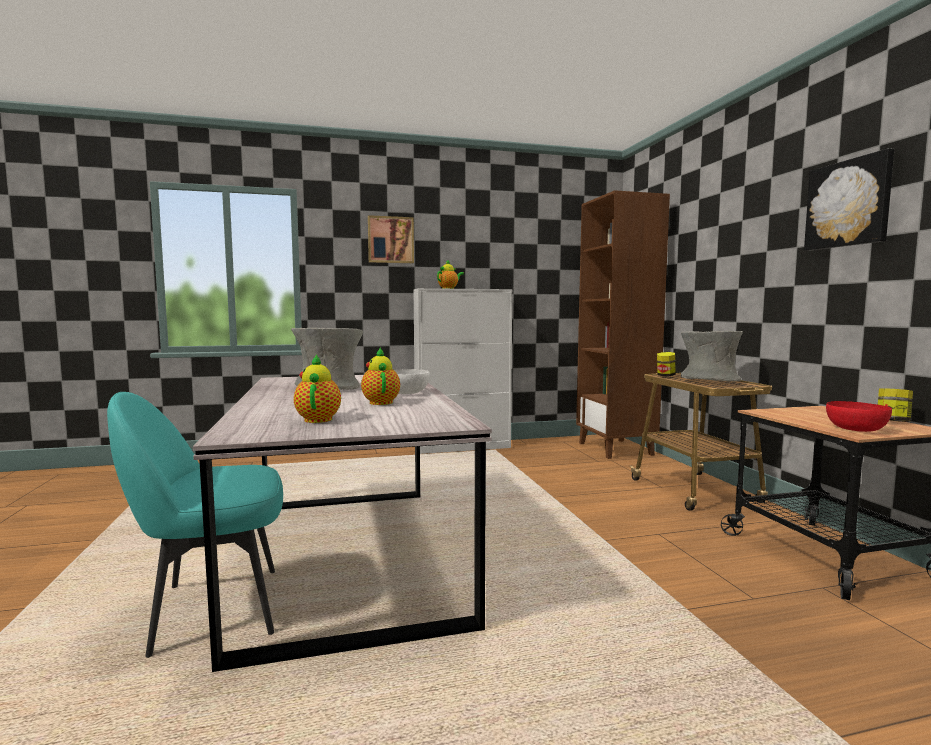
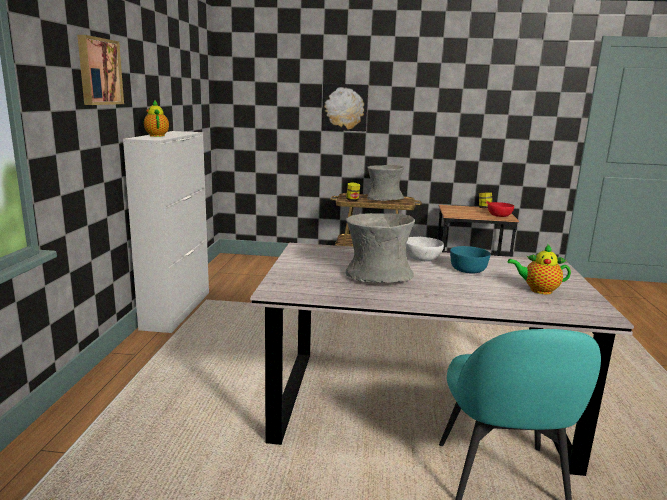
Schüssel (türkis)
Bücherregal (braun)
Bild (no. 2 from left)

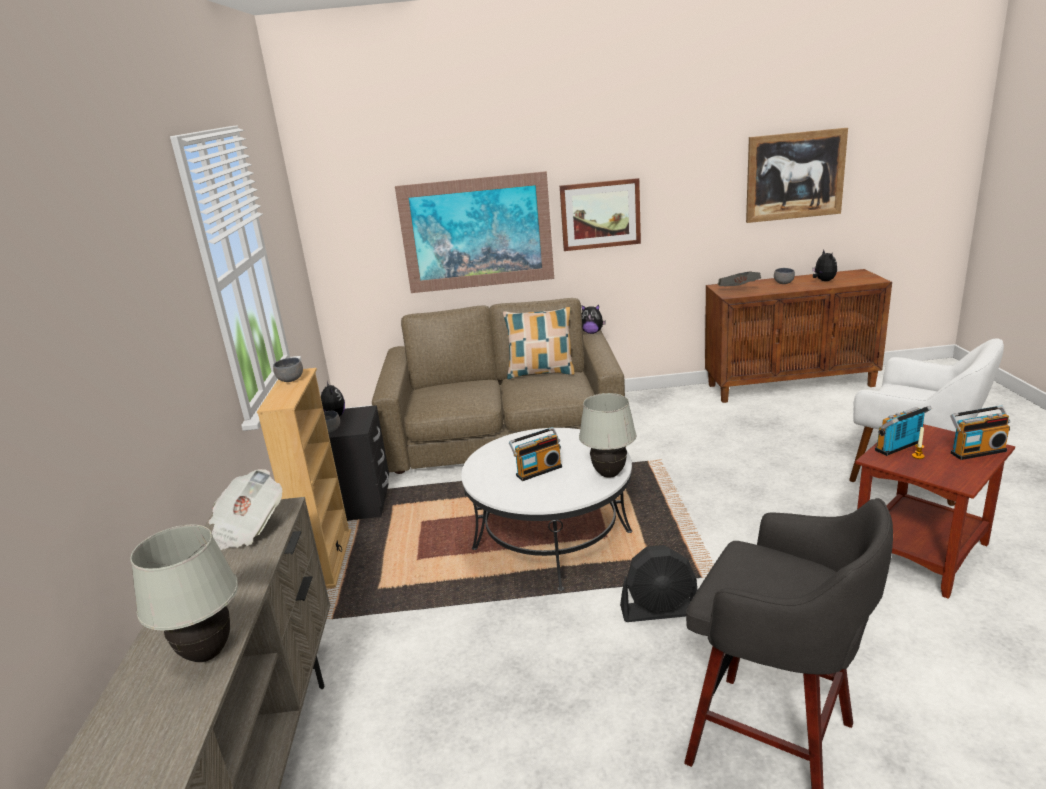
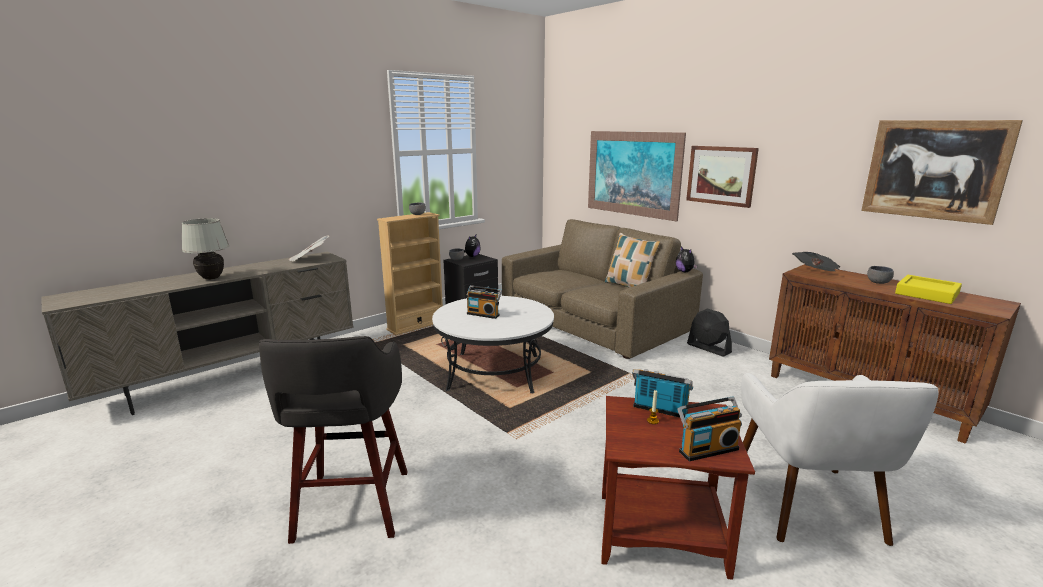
Tischlampe (weiß) (no. 2 from left in the first image)
Ventilator (schwarz)
Tablett (gelb)
Radio (no. 3 from left)

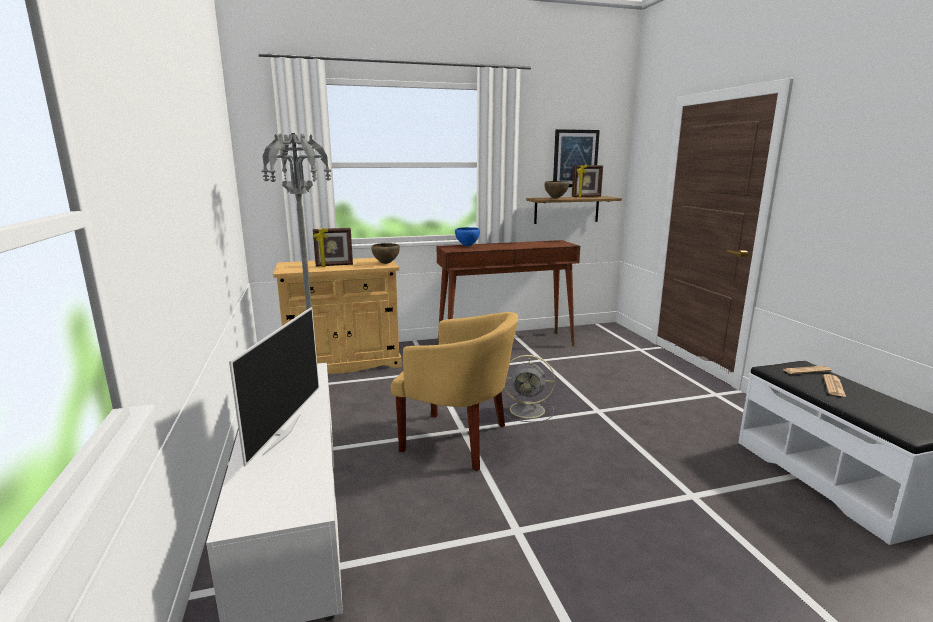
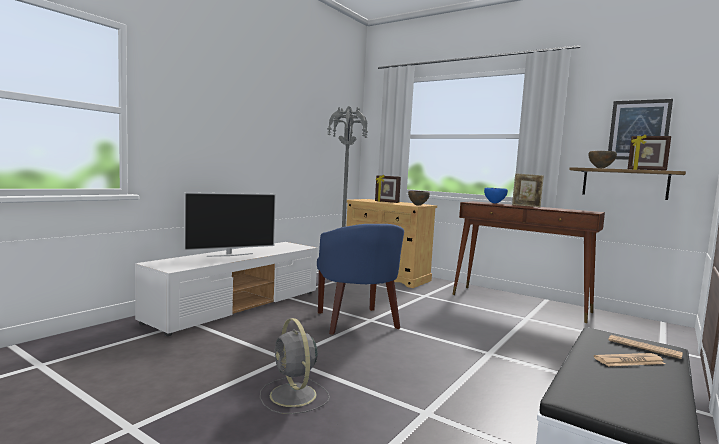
Sessel (blau)
Ventilator (grau)
Bilderrahmen (no. 2 from left)

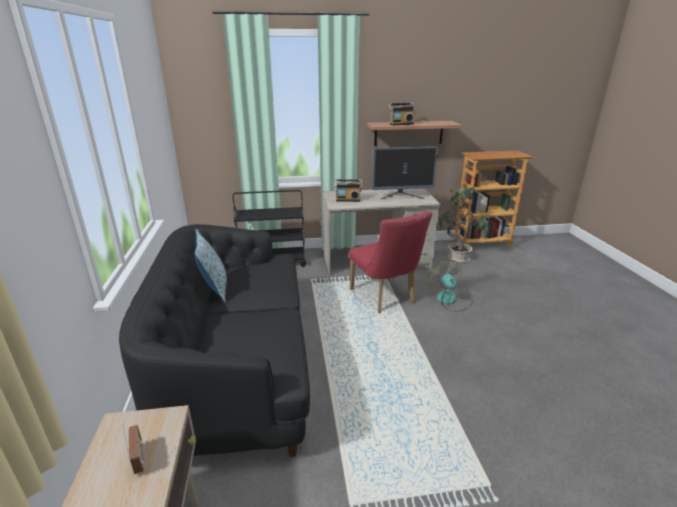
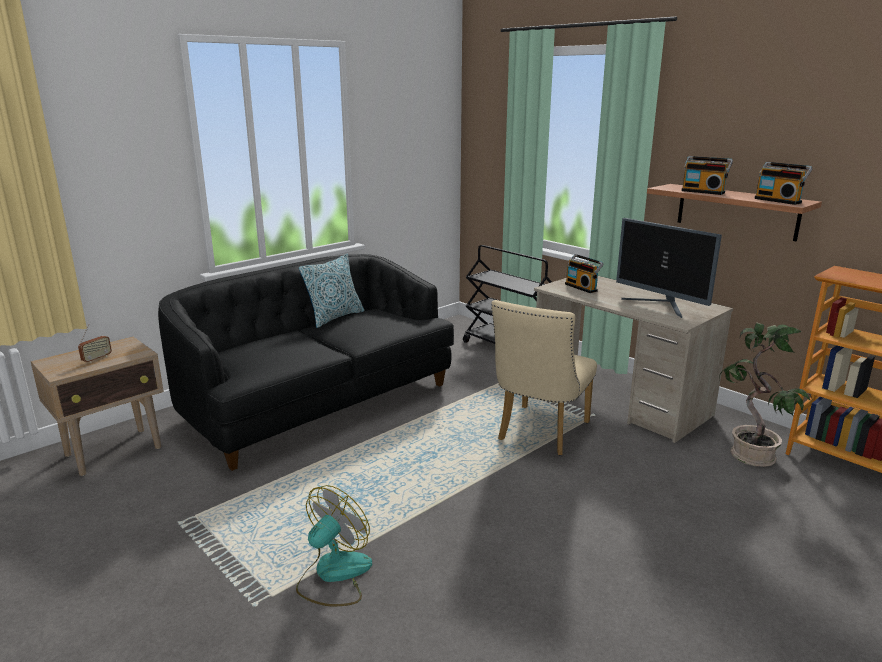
Stuhl (beige)
Ventilator
Radio (no. 4 from left)

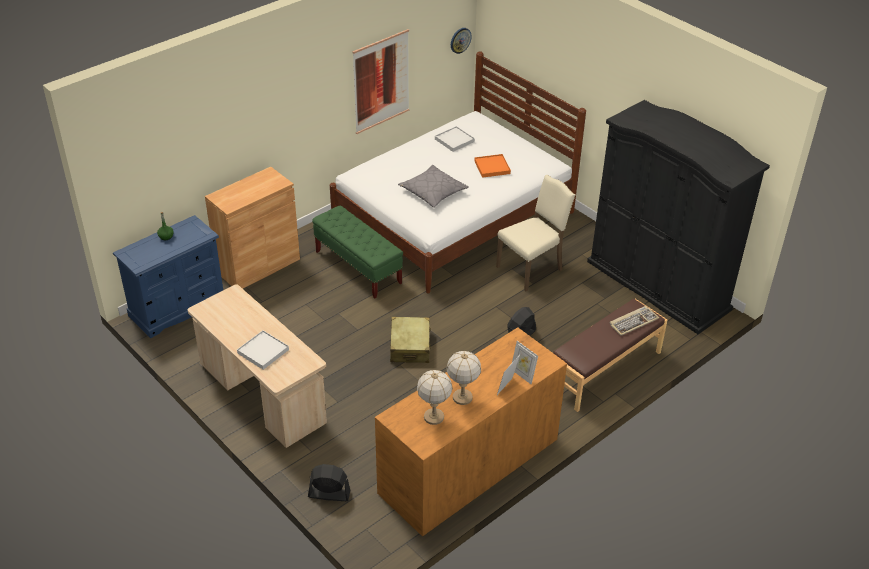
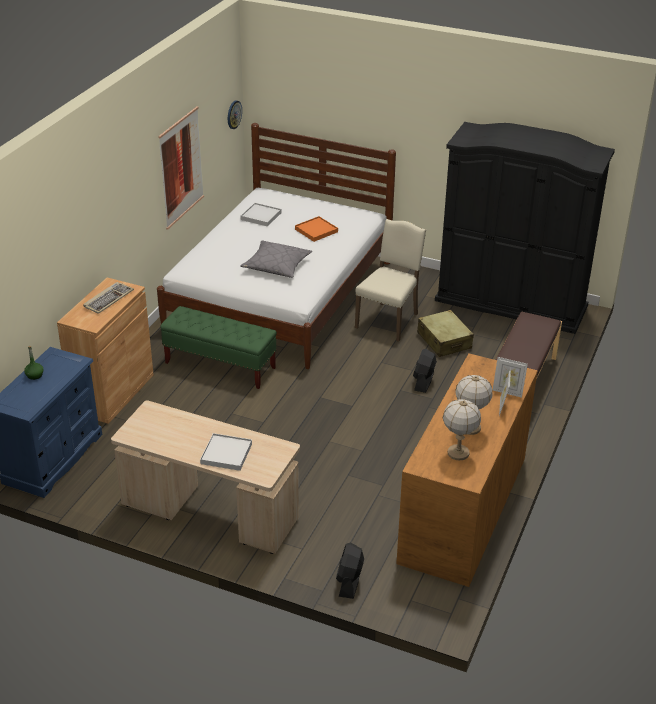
Ventilator (schwarz) (no. 1 from left)
Koffer (beige)
Tastatur

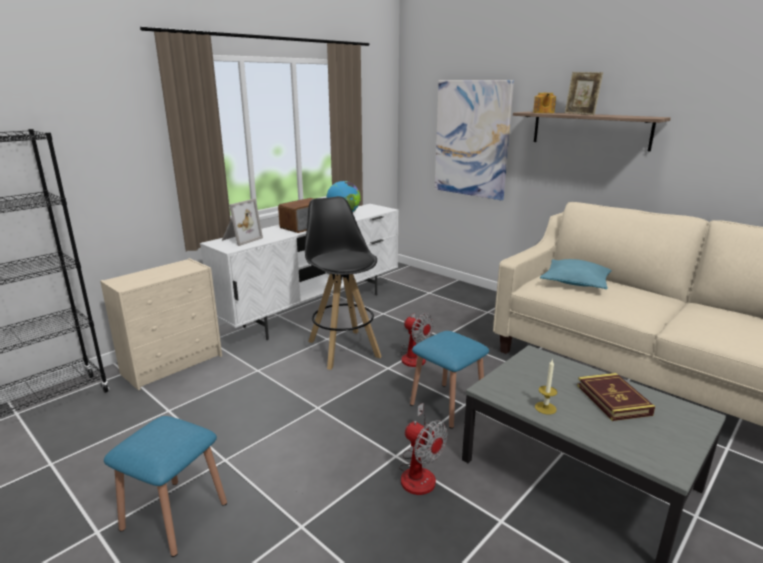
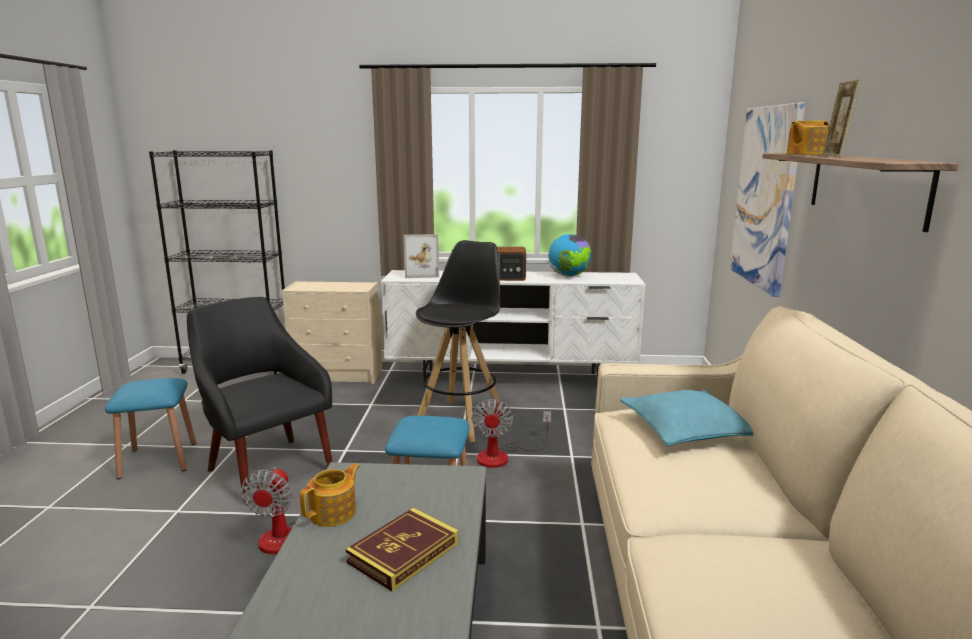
Teekanne (no. 1 from left)
Sessel (schwarz)

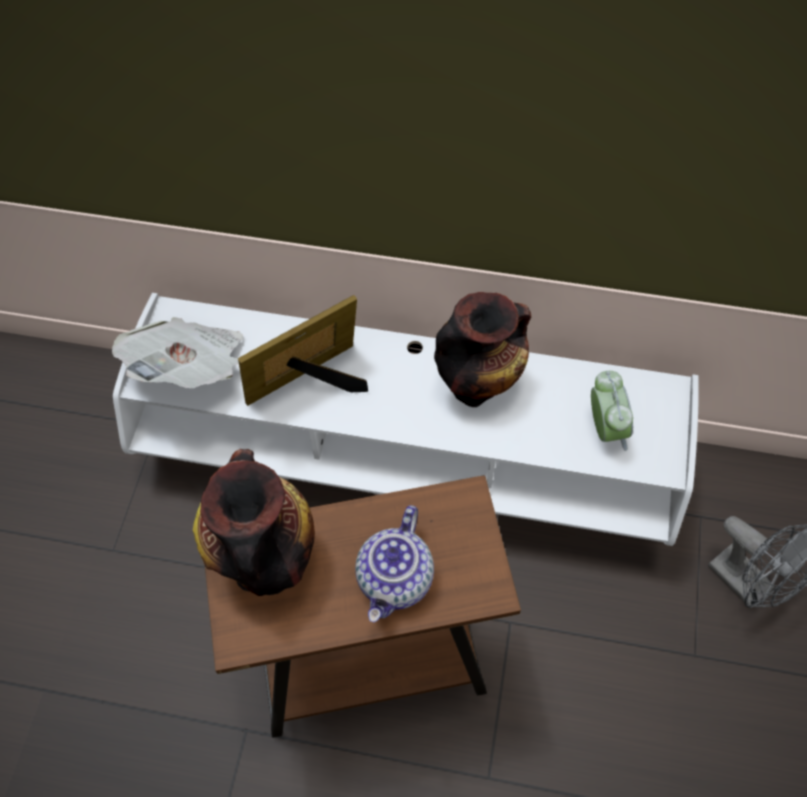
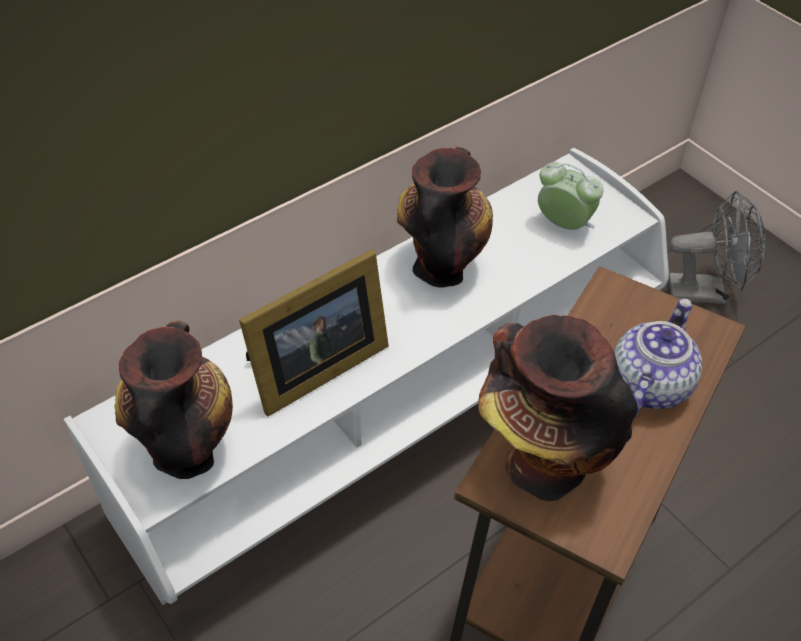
Vase (no. 1 from left)
Bilderrahmen
Teekanne

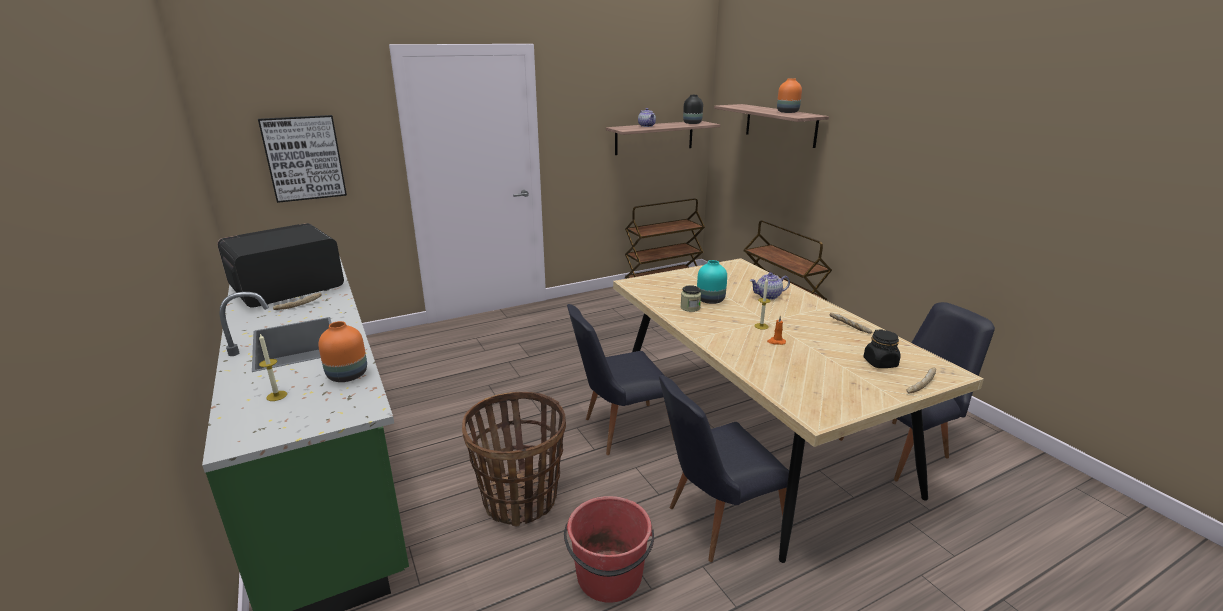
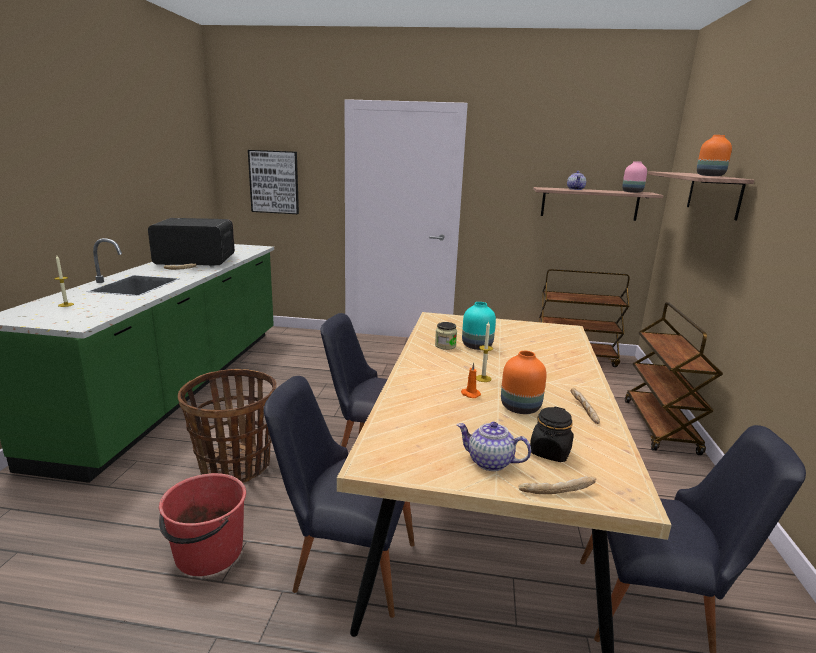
Vase (orange) (no. 1 from left)
Vase (rosa)
Teekanne (no. 1 from left)

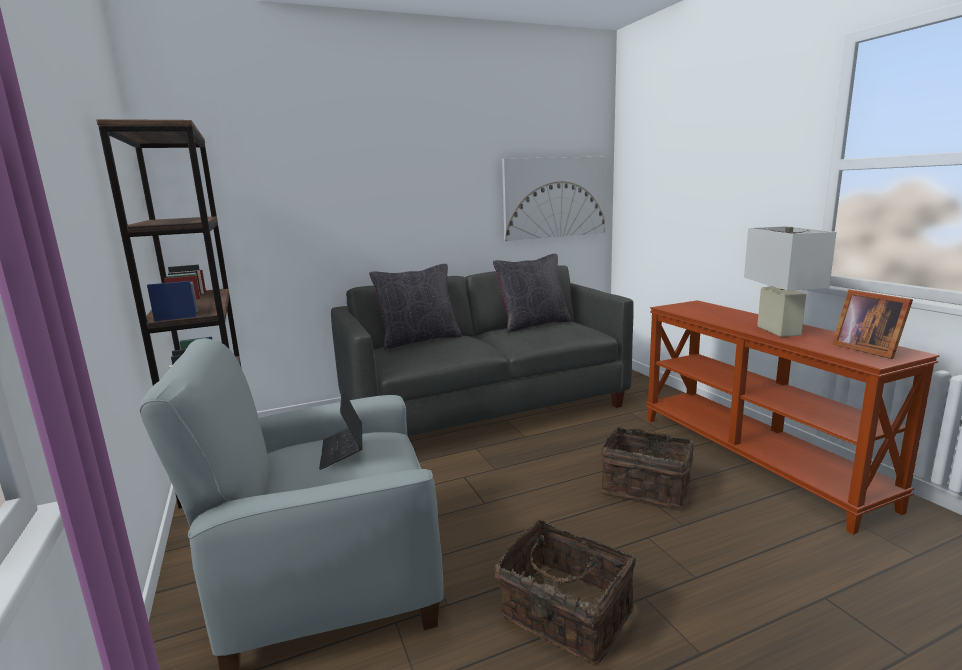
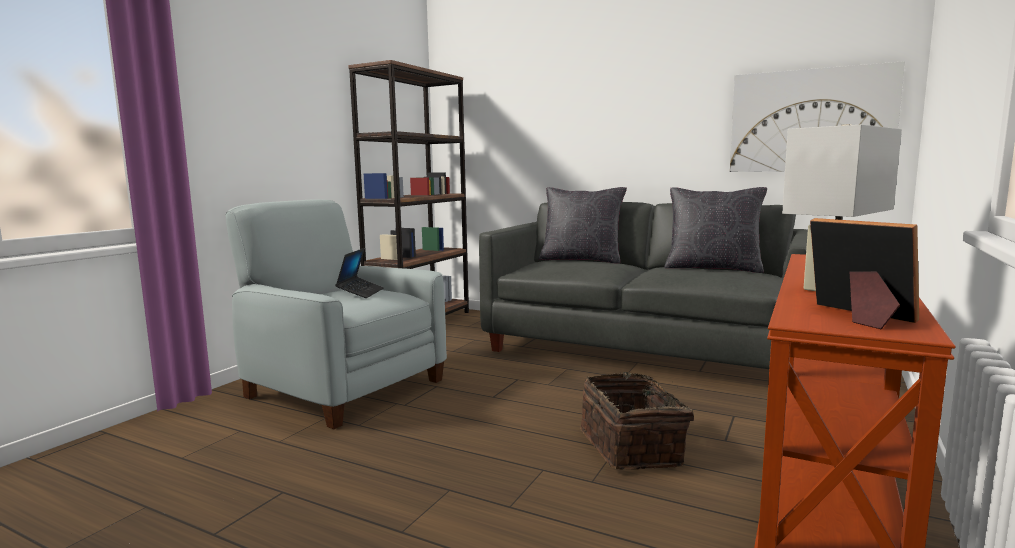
Laptop
Korb (no. 1 from left in the first image)
Bilderrahmen

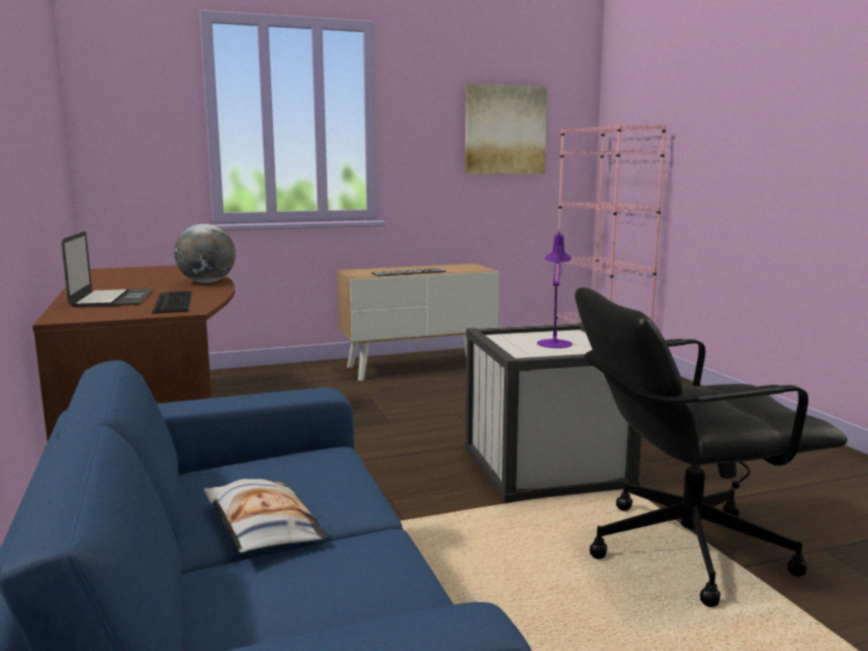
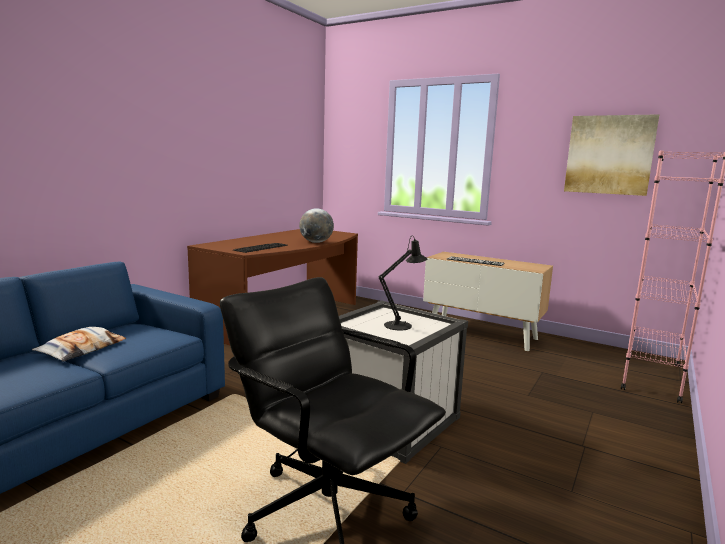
Laptop
Tischlampe (schwarz)

